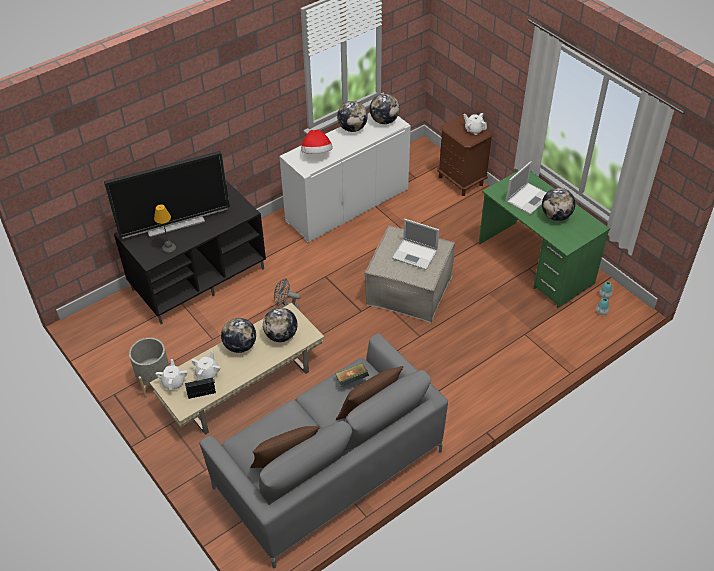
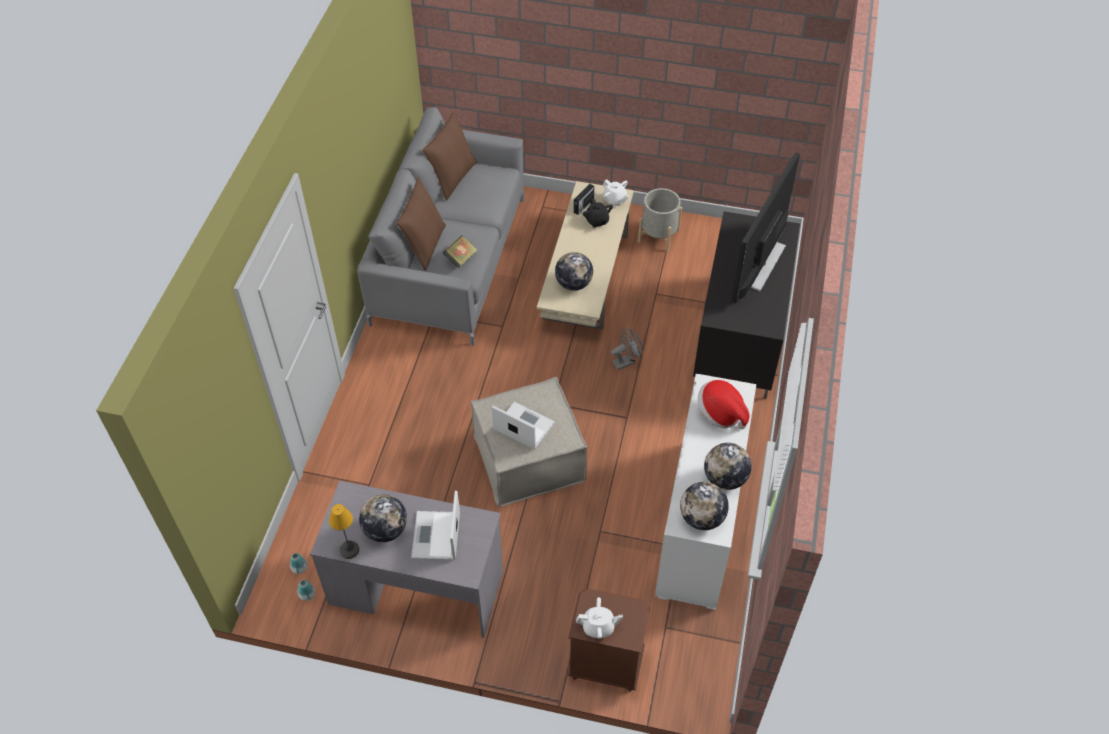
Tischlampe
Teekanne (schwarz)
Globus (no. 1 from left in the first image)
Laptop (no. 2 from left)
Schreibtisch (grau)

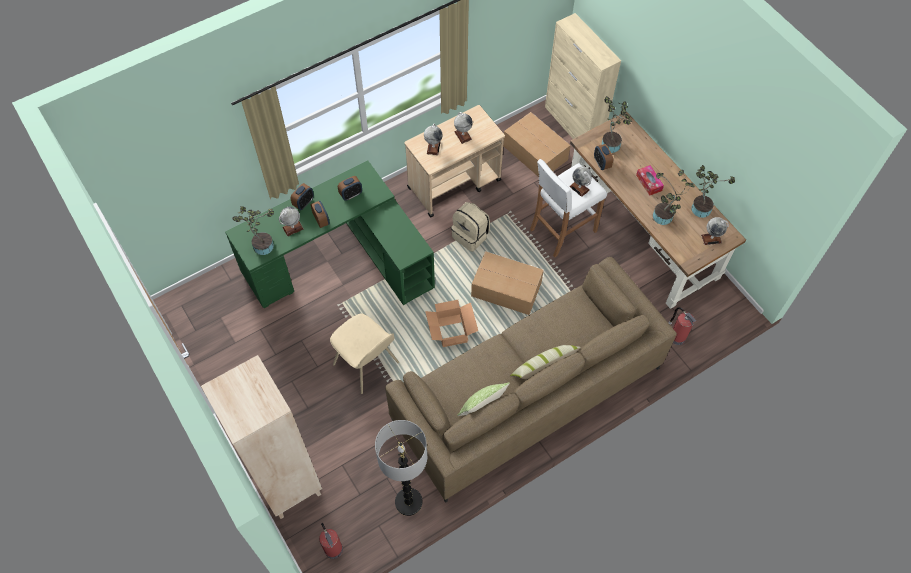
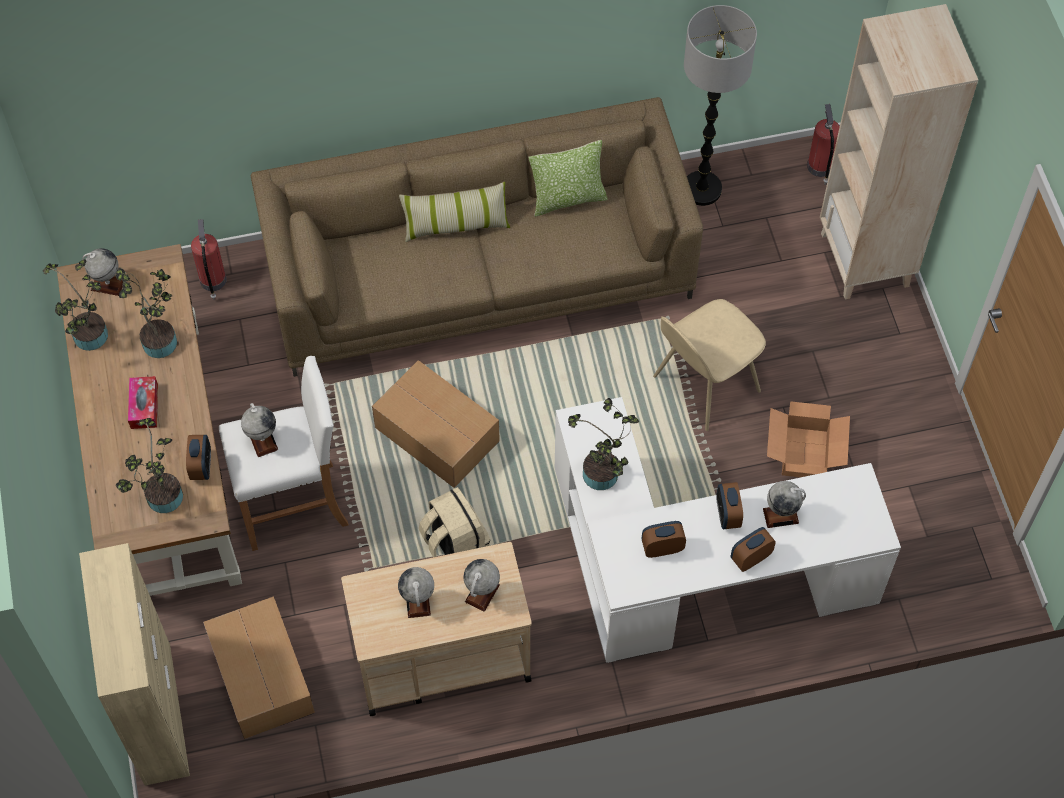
Schreibtisch (weiß)
Topfpflanze (no. 4 from left)
Stuhl (beige)
Karton (no. 3 from left)

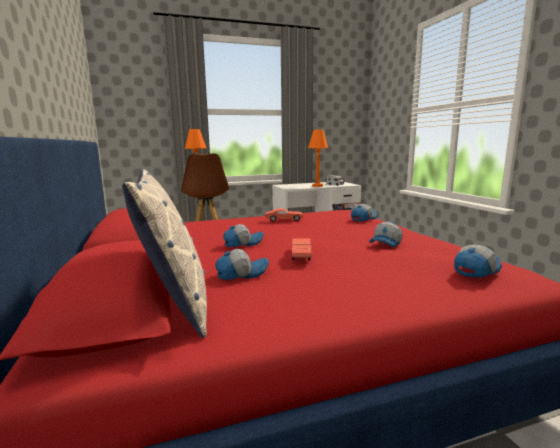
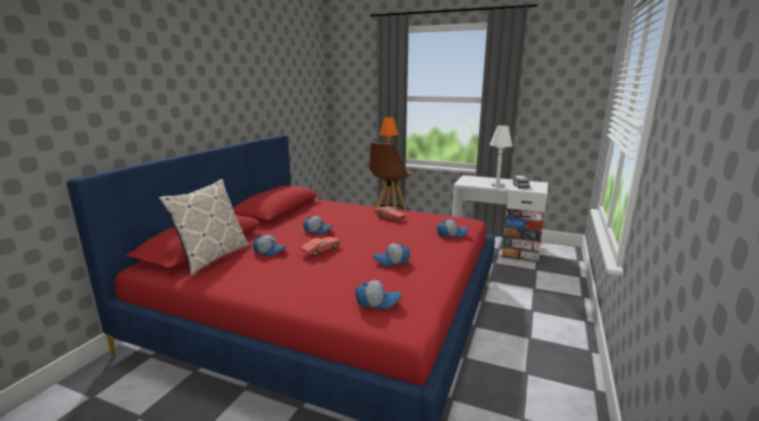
Tischlampe (weiß)

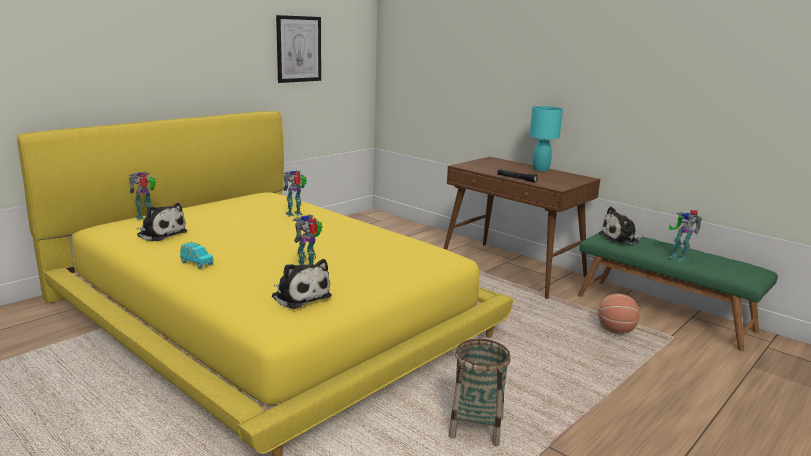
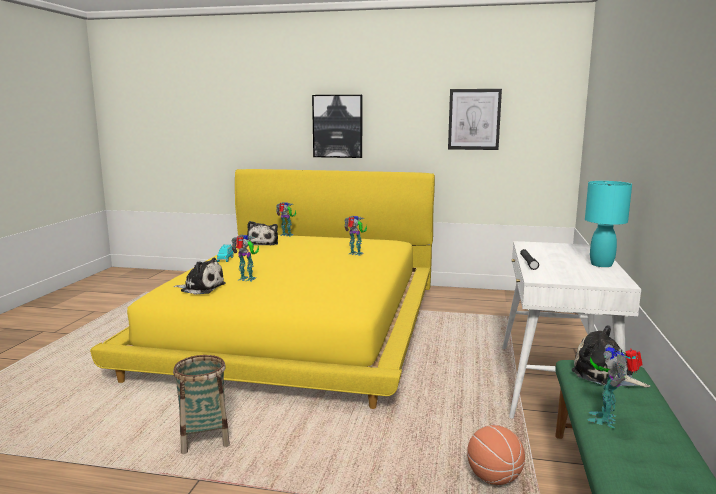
Plüschtier (no. 1 from left)
Schreibtisch (weiß)
Bild (no. 1 from left)

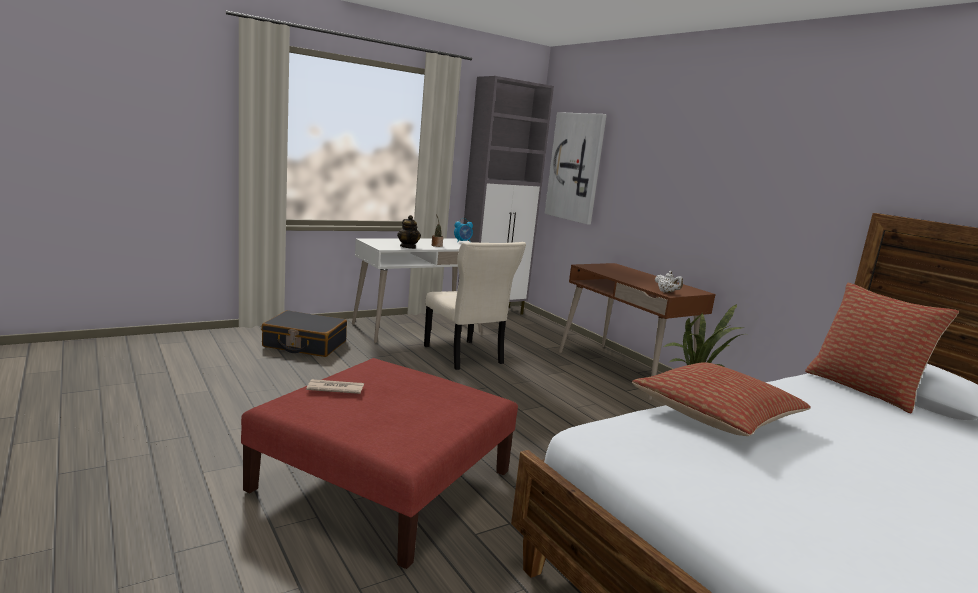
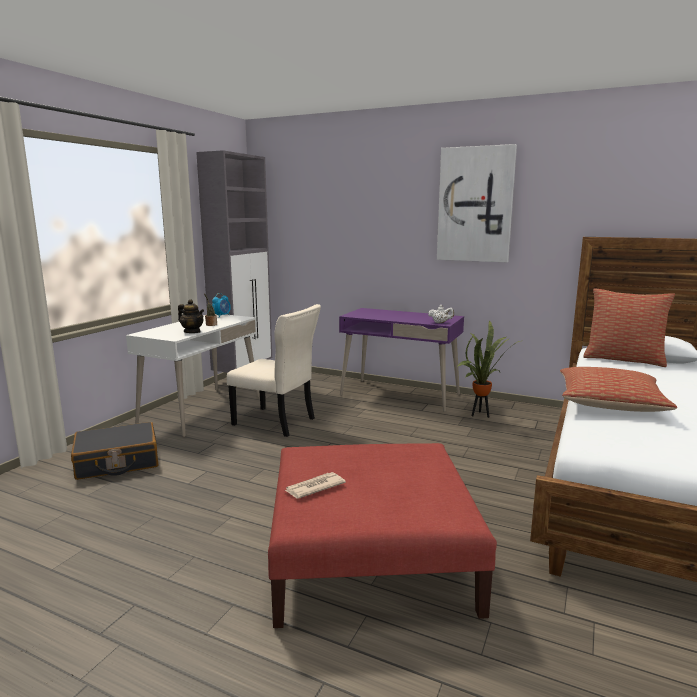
Bild
Schreibtisch (lila)

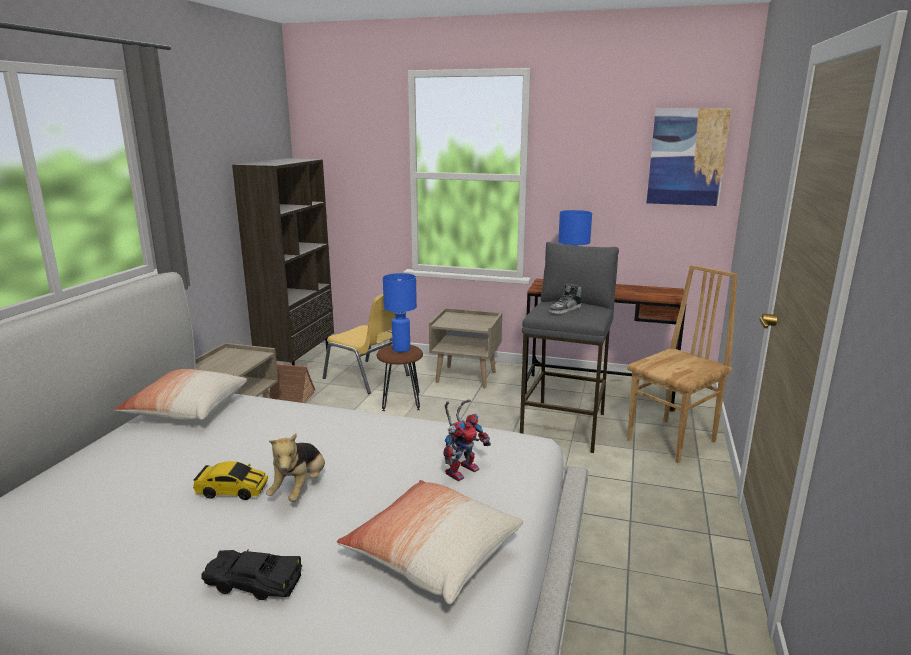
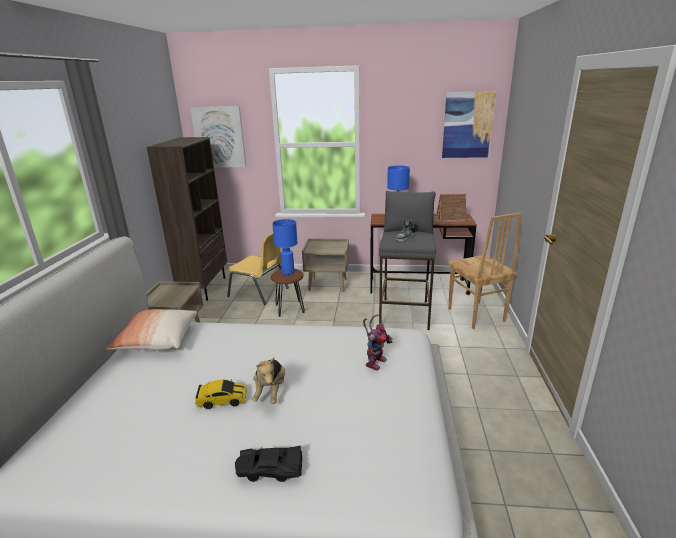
Spielzeughaus
Kissen (no. 2 from left in the first image)
Stuhl (braun)
Bild (no. 1 from left)

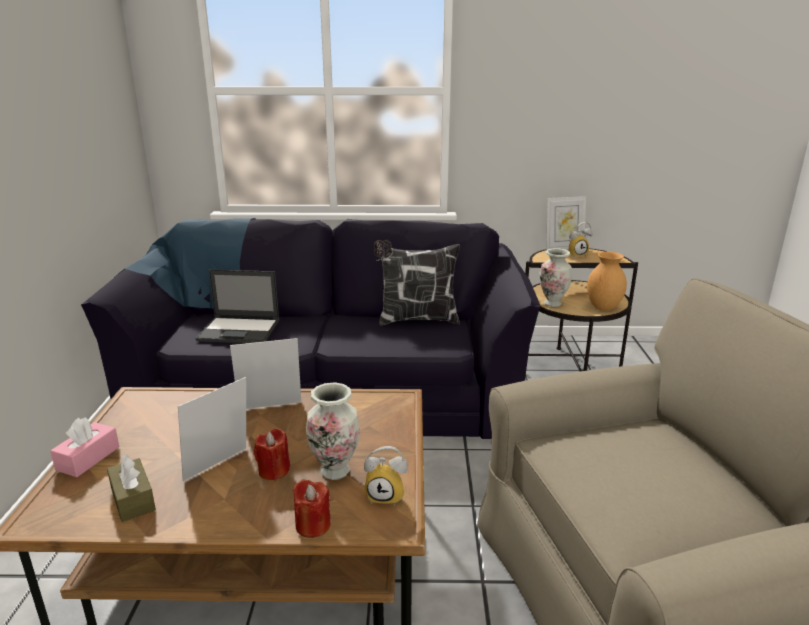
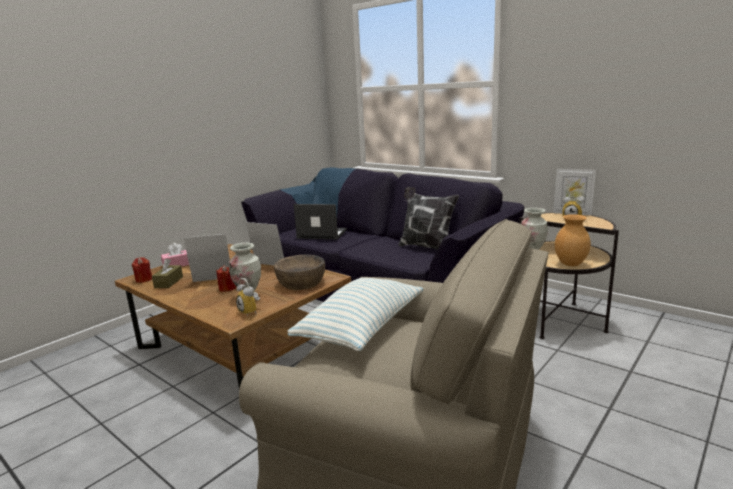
Laptop
Kerze (rot) (no. 1 from left)
Schüssel (braun)
Kissen (no. 1 from left)

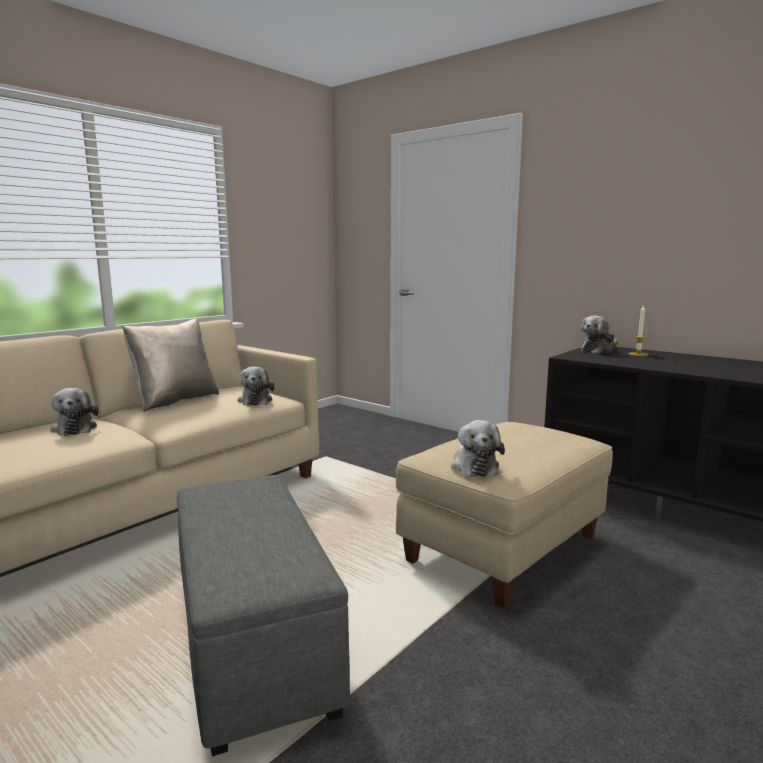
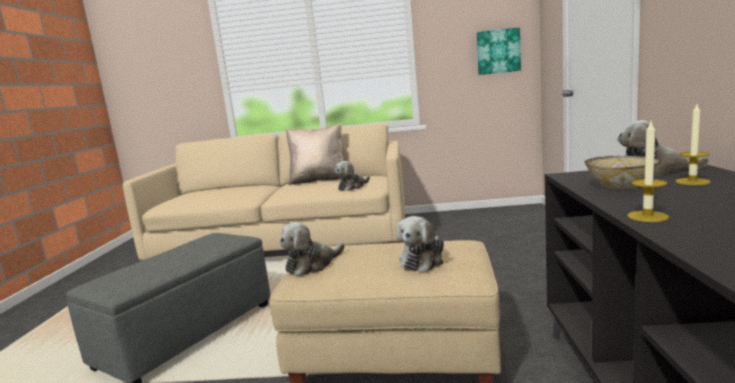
Plüschtier (no. 3 from left)
Bild
Schüssel
Kerze (no. 1 from left)

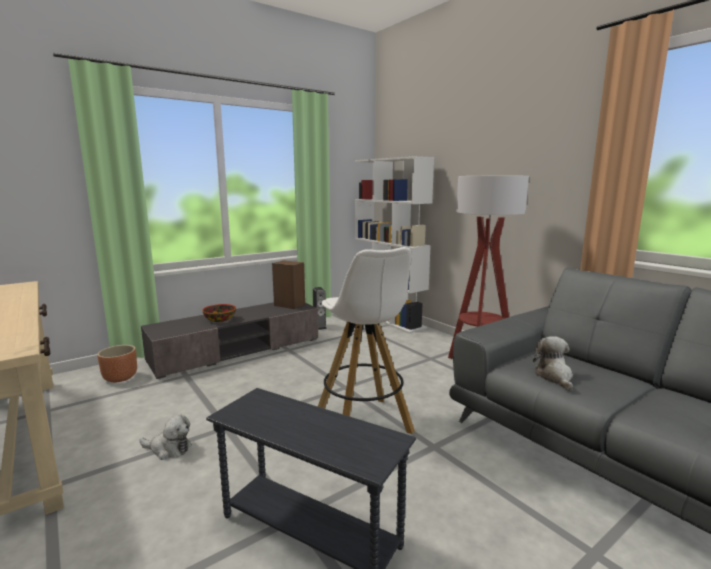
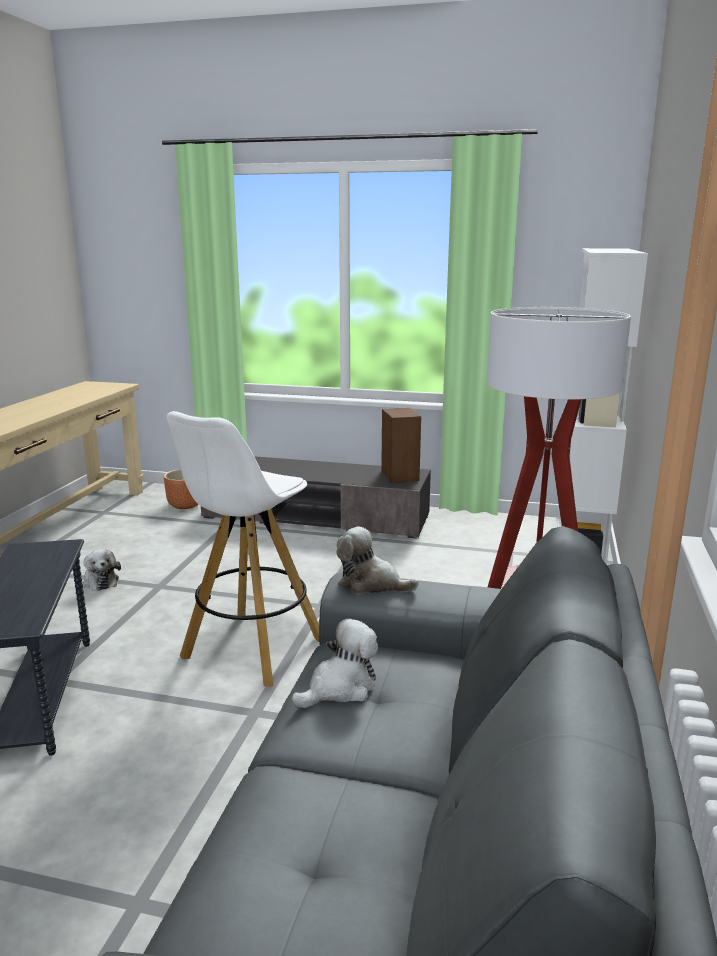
Schüssel
Lautsprecher (no. 2 from left in the first image)
Plüschtier (no. 3 from left)

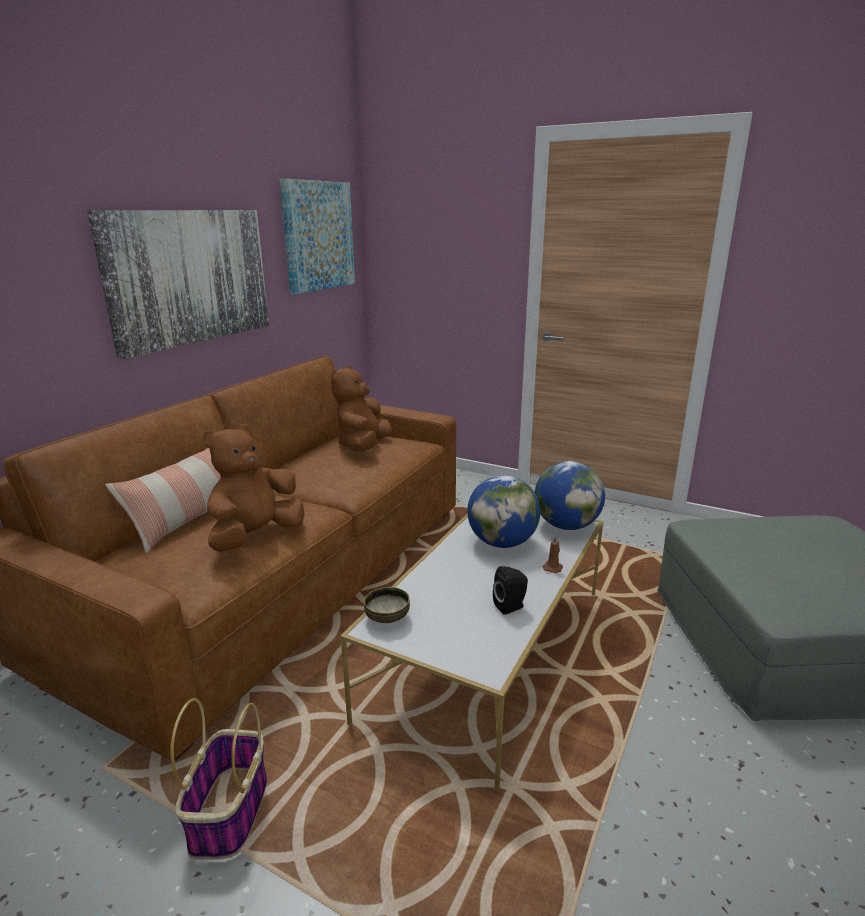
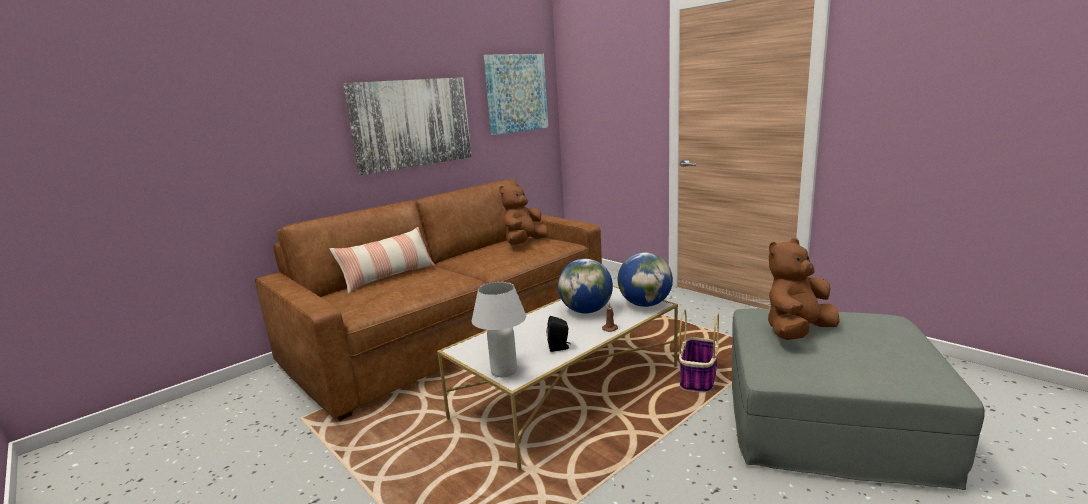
Korb
Plüschtier (braun) (no. 2 from left)
Schüssel
Tischlampe (weiß)

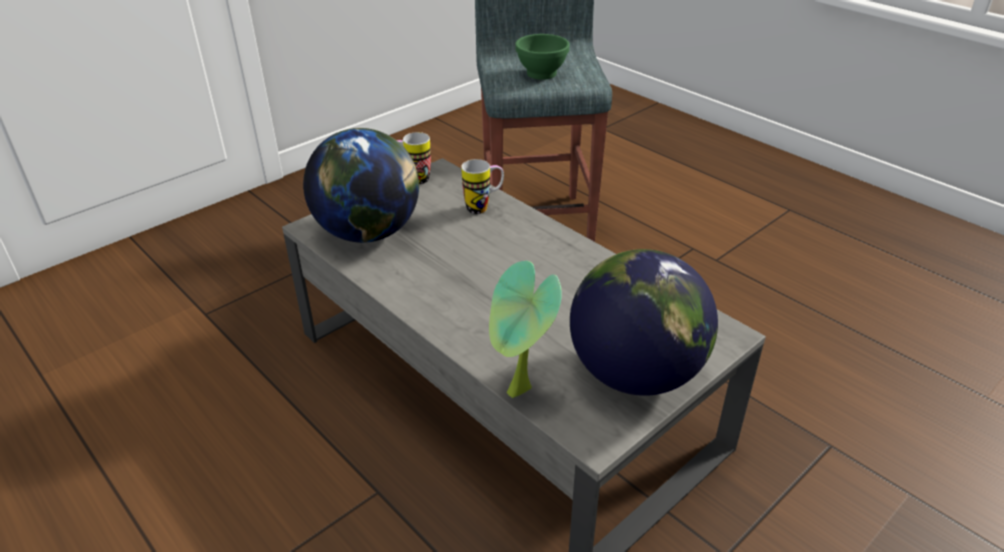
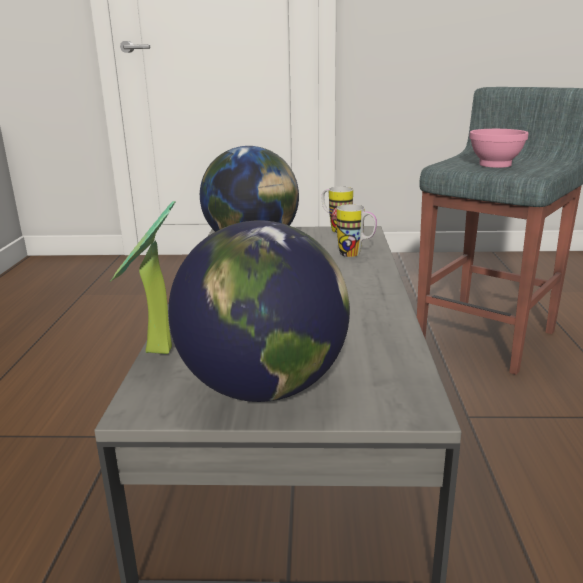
Schüssel (rosa)

